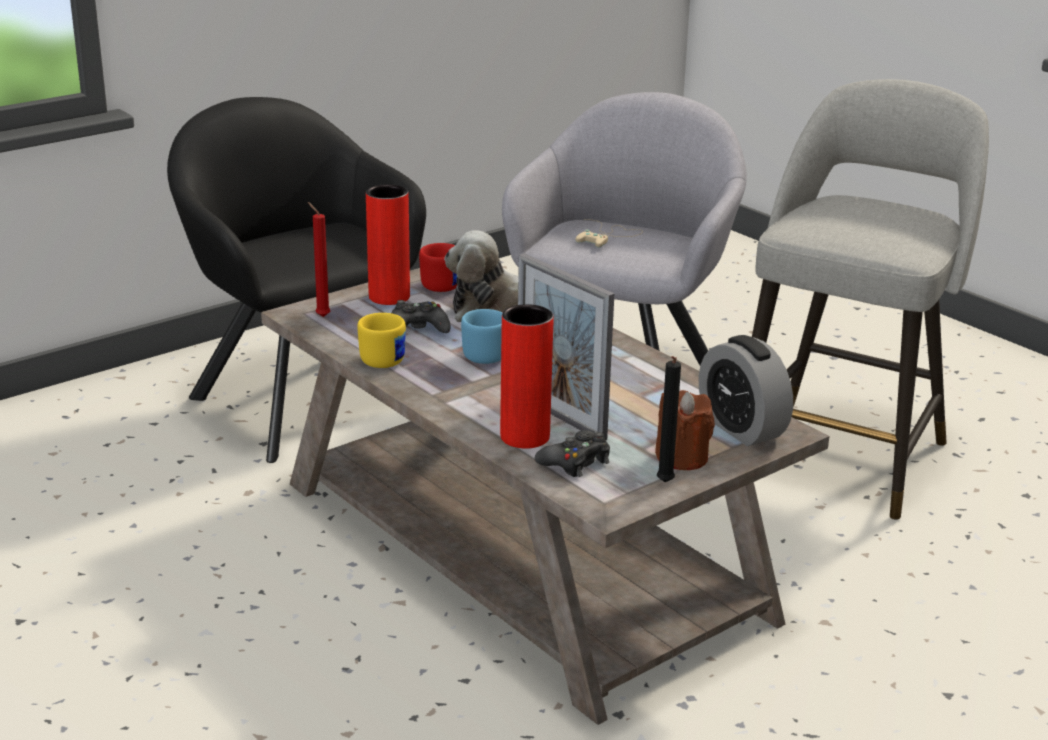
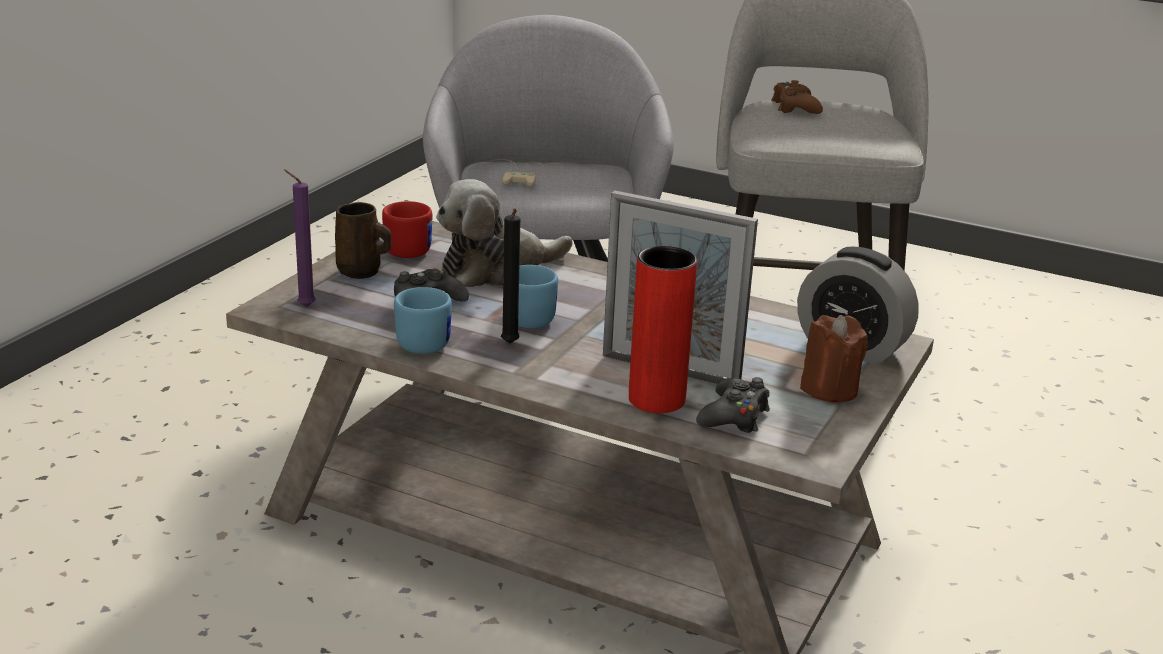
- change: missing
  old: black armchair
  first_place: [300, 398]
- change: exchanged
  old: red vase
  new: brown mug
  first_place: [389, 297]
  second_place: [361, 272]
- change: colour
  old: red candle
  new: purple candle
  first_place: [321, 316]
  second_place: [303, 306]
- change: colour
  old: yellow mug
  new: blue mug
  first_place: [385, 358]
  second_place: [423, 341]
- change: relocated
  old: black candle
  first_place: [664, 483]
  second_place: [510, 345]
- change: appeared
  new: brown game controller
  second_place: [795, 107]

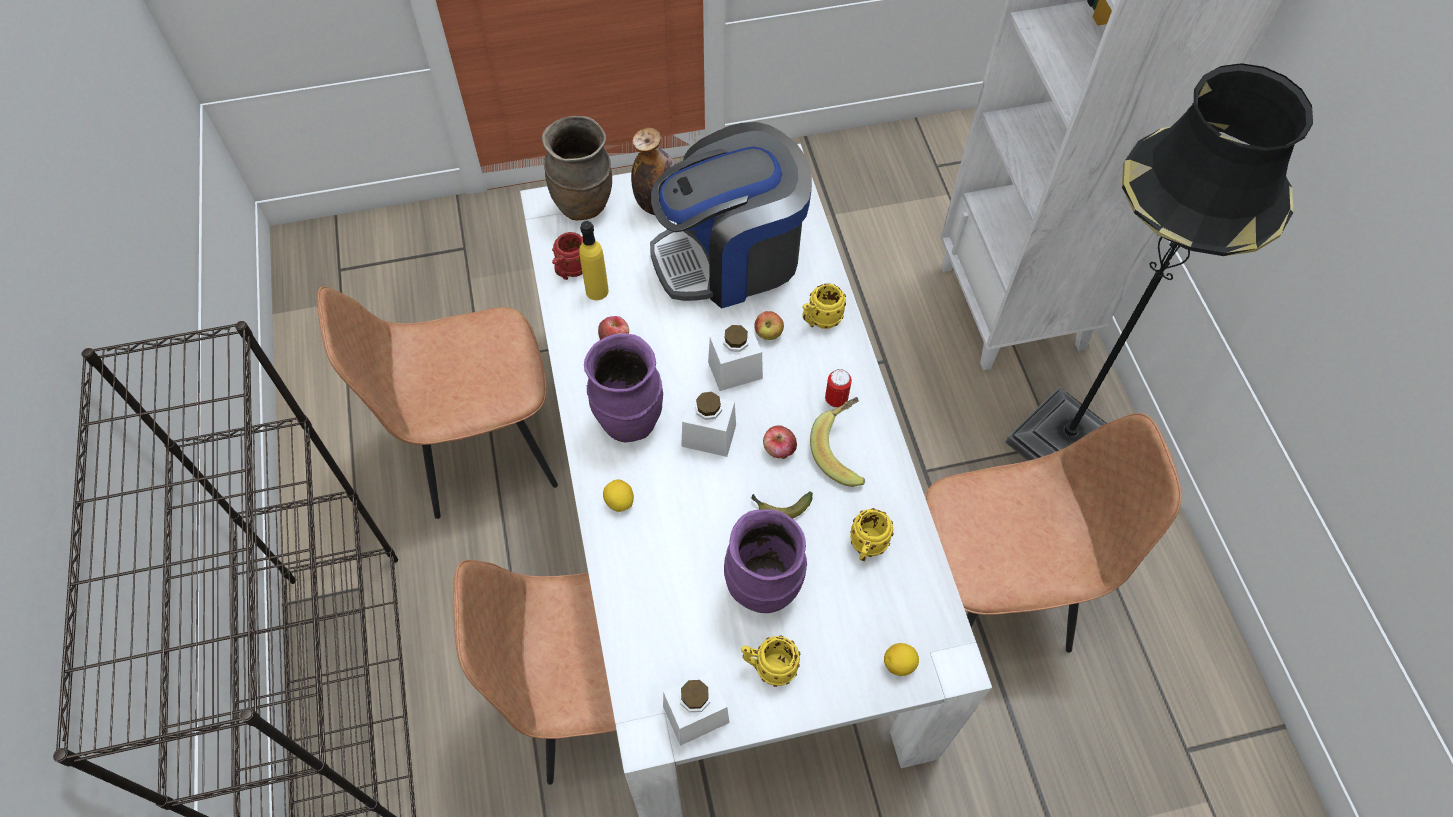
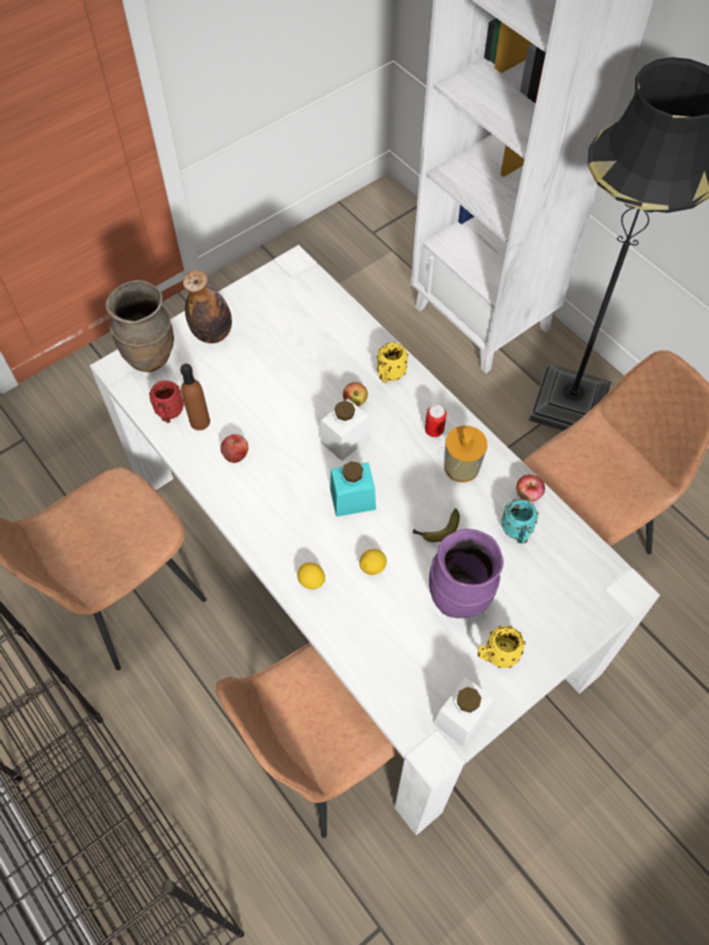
- change: missing
  old: coffee machine
  first_place: [731, 257]
- change: colour
  old: yellow bottle
  new: brown bottle
  first_place: [597, 291]
  second_place: [200, 421]
- change: missing
  old: purple vase
  first_place: [628, 421]
- change: colour
  old: white jar
  new: turquoise jar
  first_place: [708, 435]
  second_place: [352, 499]
- change: exchanged
  old: banana
  new: soap dispenser
  first_place: [844, 450]
  second_place: [461, 467]
- change: relocated
  old: apple
  first_place: [779, 449]
  second_place: [528, 494]
- change: colour
  old: yellow mug
  new: turquoise mug
  first_place: [866, 548]
  second_place: [517, 533]
- change: relocated
  old: lemon
  first_place: [899, 664]
  second_place: [373, 567]

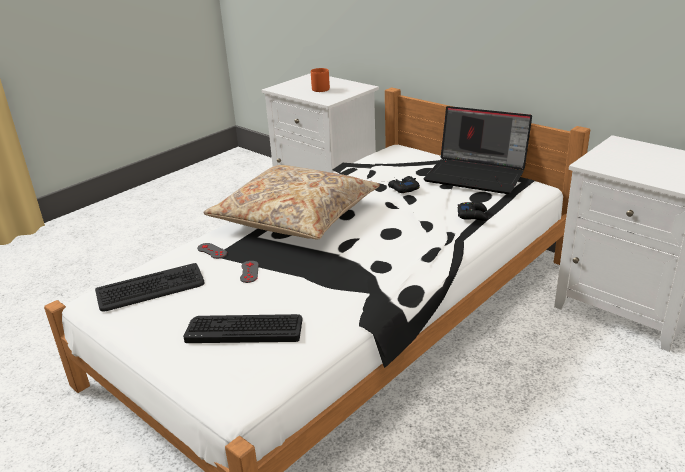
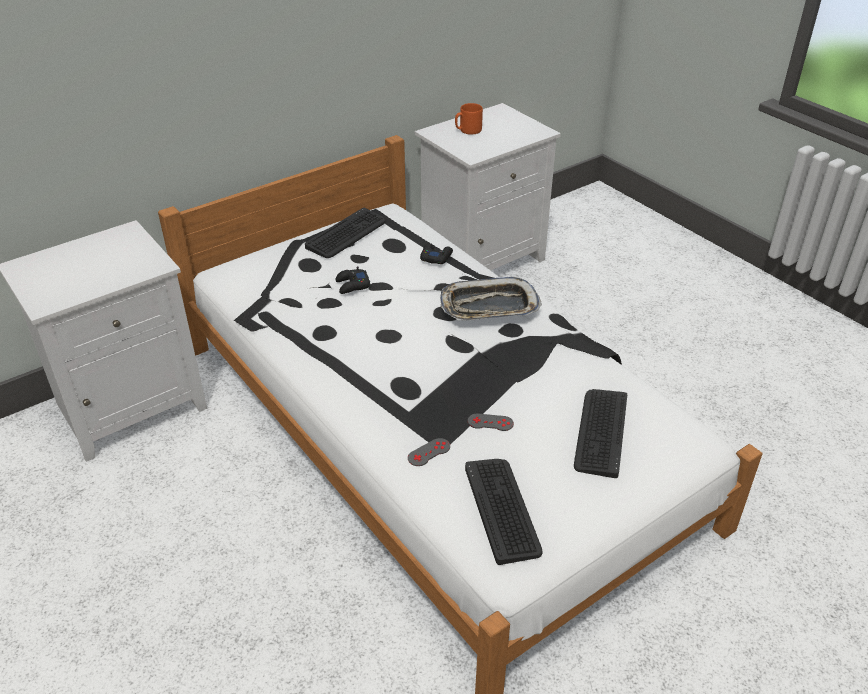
- change: relocated
  old: orange mug
  first_place: [319, 89]
  second_place: [468, 130]
- change: exchanged
  old: laptop
  new: keyboard
  first_place: [477, 174]
  second_place: [347, 234]
- change: missing
  old: beige pillow
  first_place: [296, 216]
- change: appeared
  new: tray
  second_place: [489, 307]

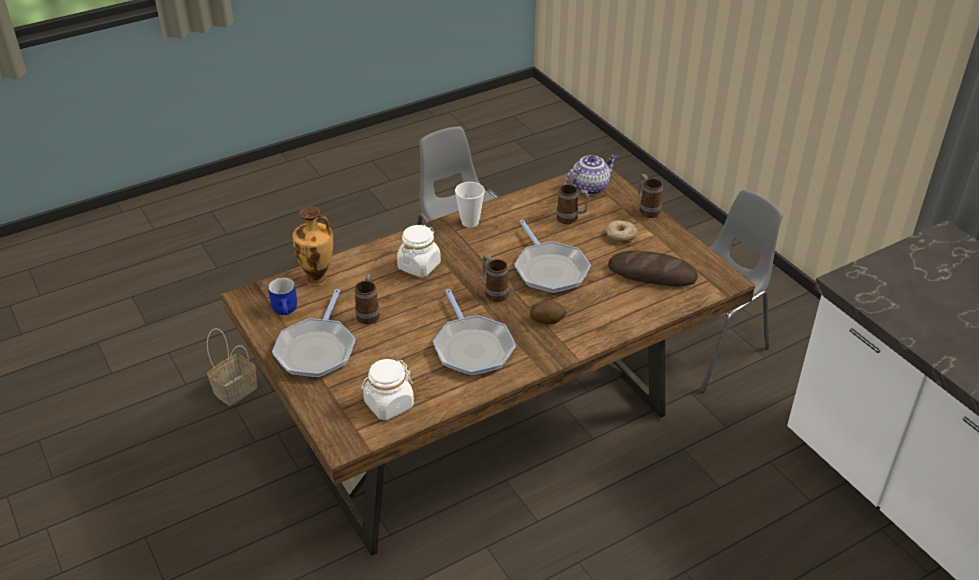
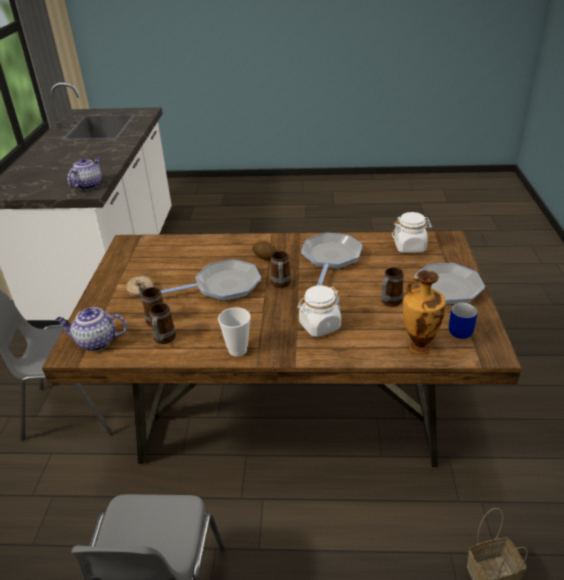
- change: relocated
  old: mug
  first_place: [647, 209]
  second_place: [163, 340]
- change: spun
  old: frying pan
  first_place: [549, 270]
  second_place: [223, 286]
  degrees: 60
- change: missing
  old: bread
  first_place: [652, 274]
- change: appeared
  new: teapot
  second_place: [88, 185]

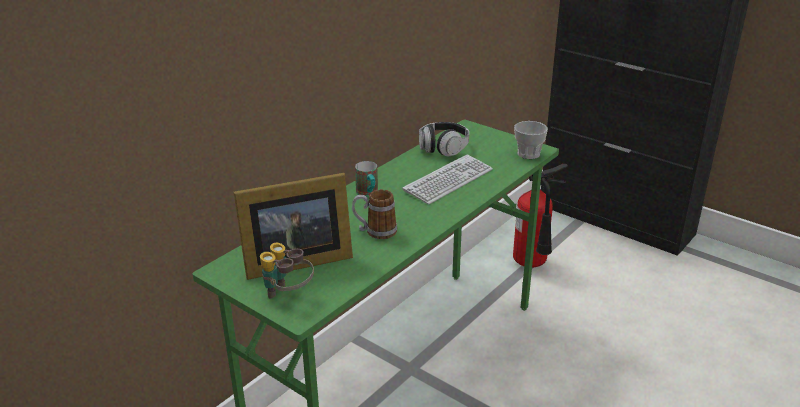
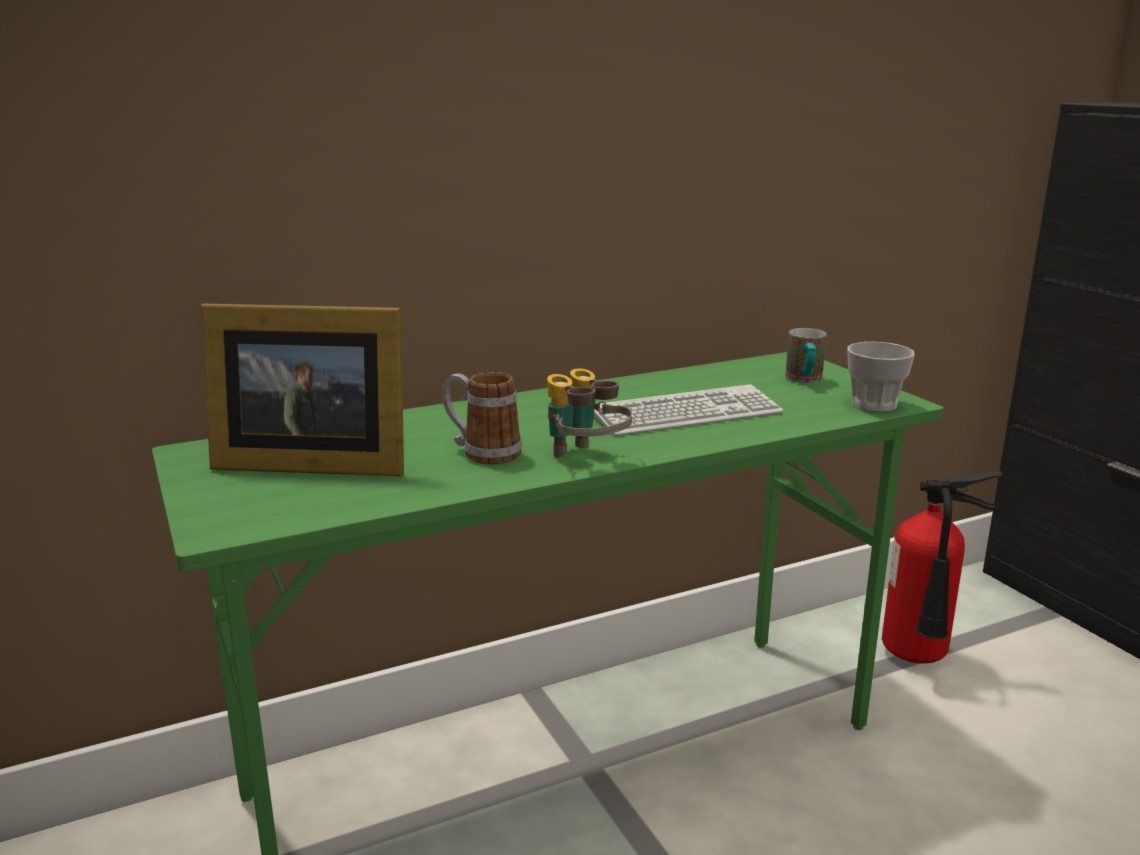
- change: missing
  old: headphones
  first_place: [443, 148]
- change: relocated
  old: mug
  first_place: [368, 194]
  second_place: [804, 381]
- change: relocated
  old: binoculars
  first_place: [288, 294]
  second_place: [585, 458]

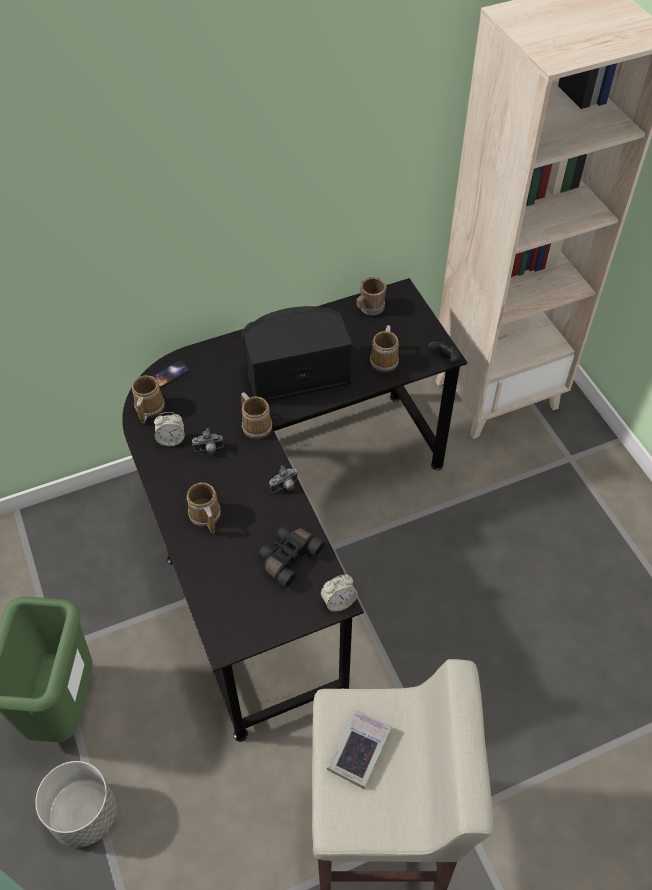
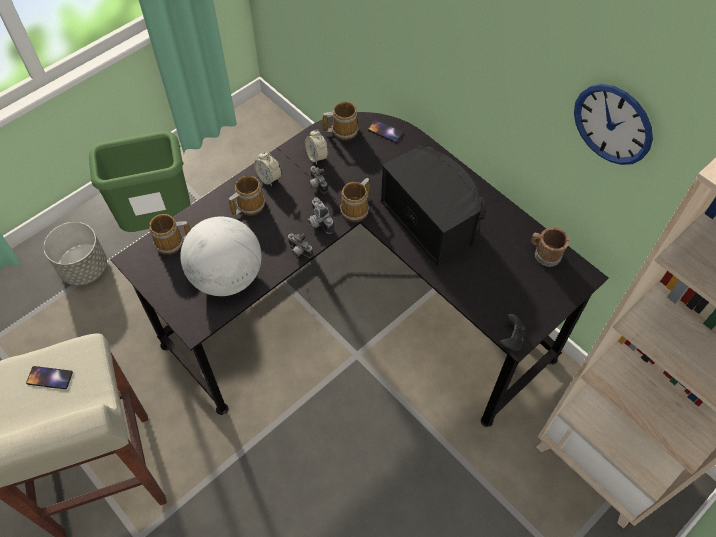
- change: relocated
  old: mug
  first_place: [385, 360]
  second_place: [171, 243]
- change: exchanged
  old: black binoculars
  new: globe
  first_place: [288, 557]
  second_place: [227, 276]
- change: relocated
  old: alarm clock
  first_place: [338, 601]
  second_place: [269, 178]
- change: exchanged
  old: book
  new: phone
  first_place: [359, 750]
  second_place: [49, 378]
- change: appeared
  new: wall clock
  second_place: [613, 124]
- change: appeared
  new: photo camera
  second_place: [318, 222]

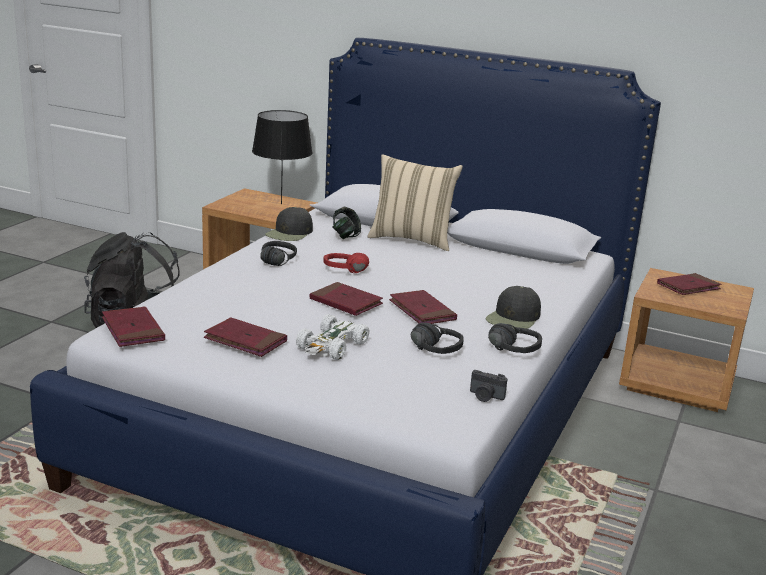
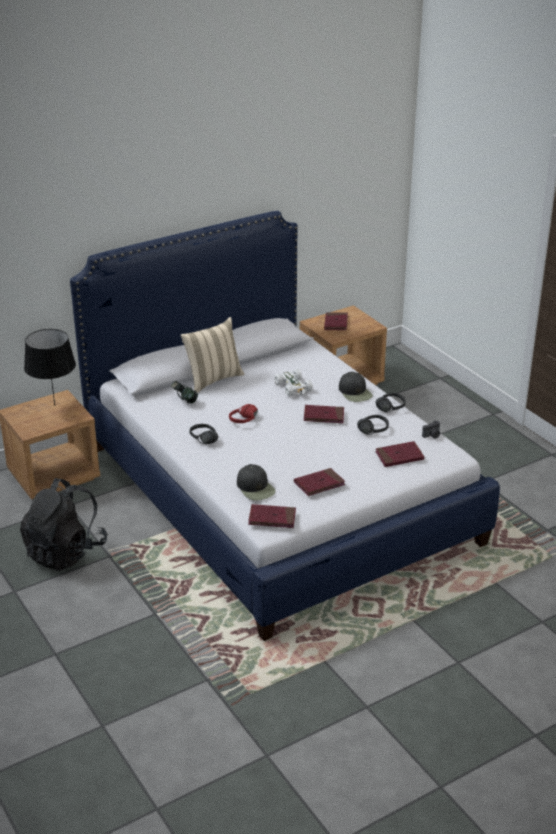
- change: relocated
  old: black cap
  first_place: [290, 233]
  second_place: [256, 488]
- change: relocated
  old: red book
  first_place: [346, 302]
  second_place: [399, 456]
- change: relocated
  old: white toy car
  first_place: [332, 346]
  second_place: [293, 387]

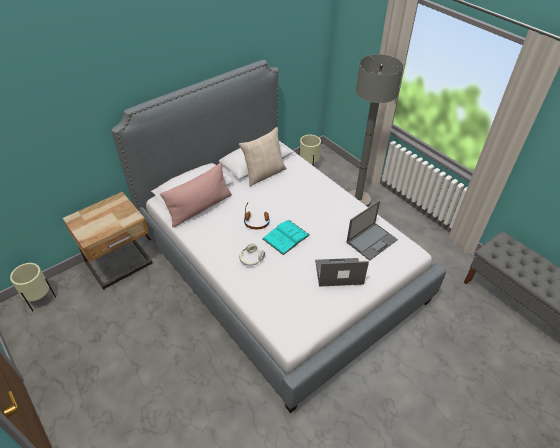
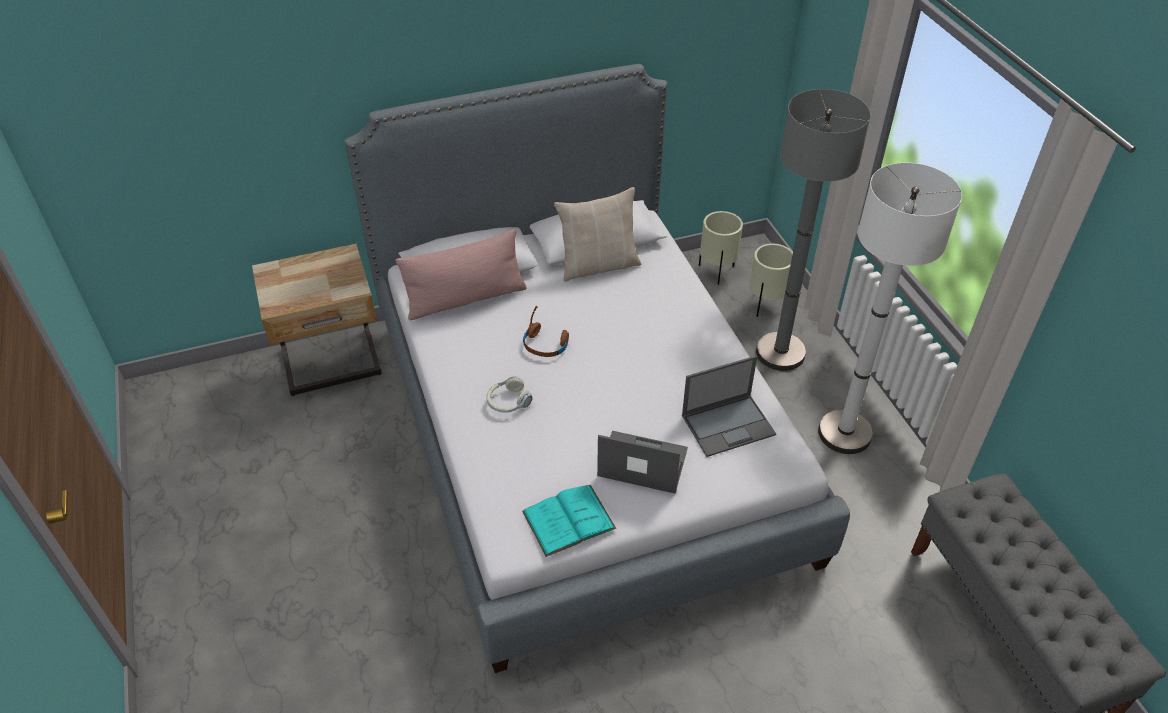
- change: relocated
  old: turquoise book
  first_place: [286, 237]
  second_place: [568, 520]
- change: relocated
  old: beige planter
  first_place: [41, 300]
  second_place: [766, 306]
- change: appeared
  new: white floor lamp
  second_place: [844, 433]

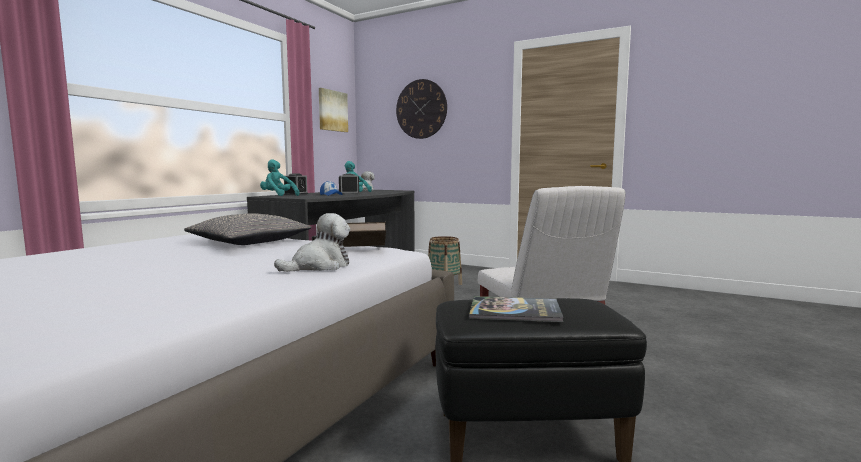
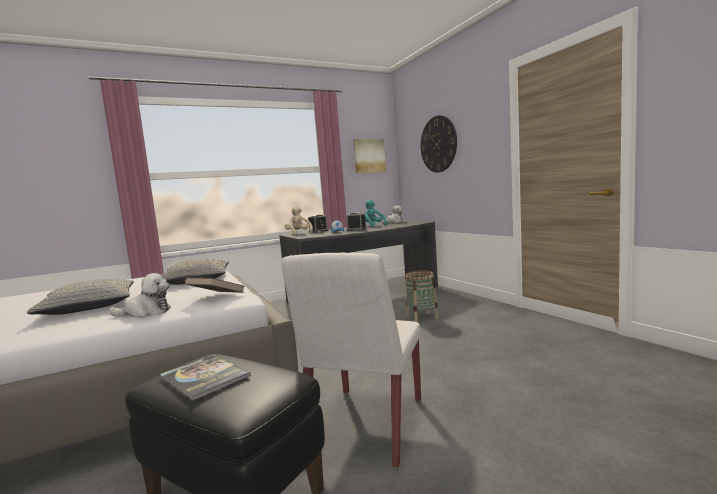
- change: colour
  old: turquoise plush toy
  new: beige plush toy
  first_place: [278, 196]
  second_place: [299, 234]
- change: appeared
  new: grey pillow
  second_place: [89, 307]

